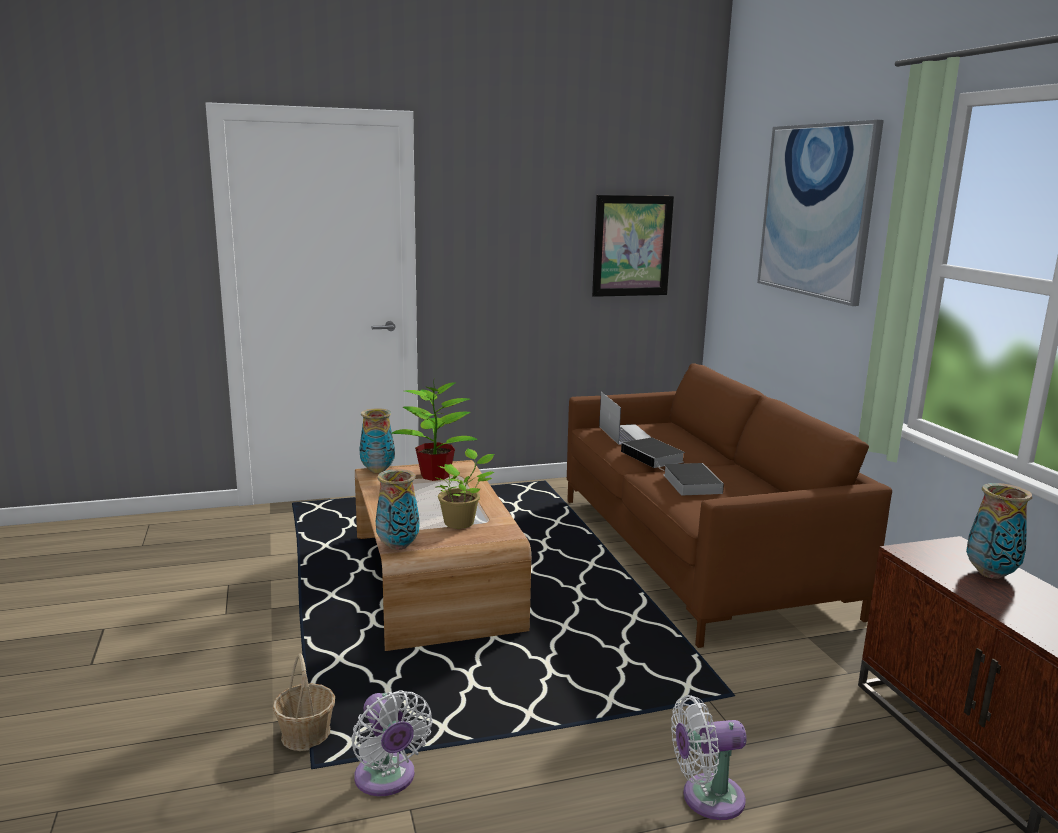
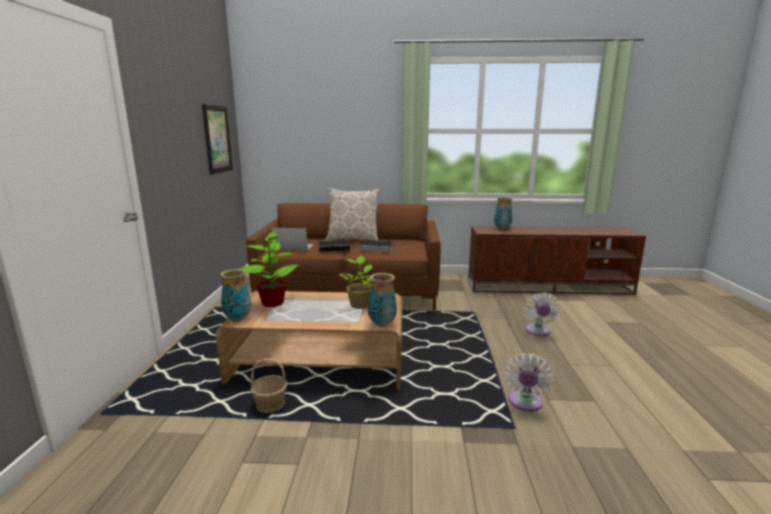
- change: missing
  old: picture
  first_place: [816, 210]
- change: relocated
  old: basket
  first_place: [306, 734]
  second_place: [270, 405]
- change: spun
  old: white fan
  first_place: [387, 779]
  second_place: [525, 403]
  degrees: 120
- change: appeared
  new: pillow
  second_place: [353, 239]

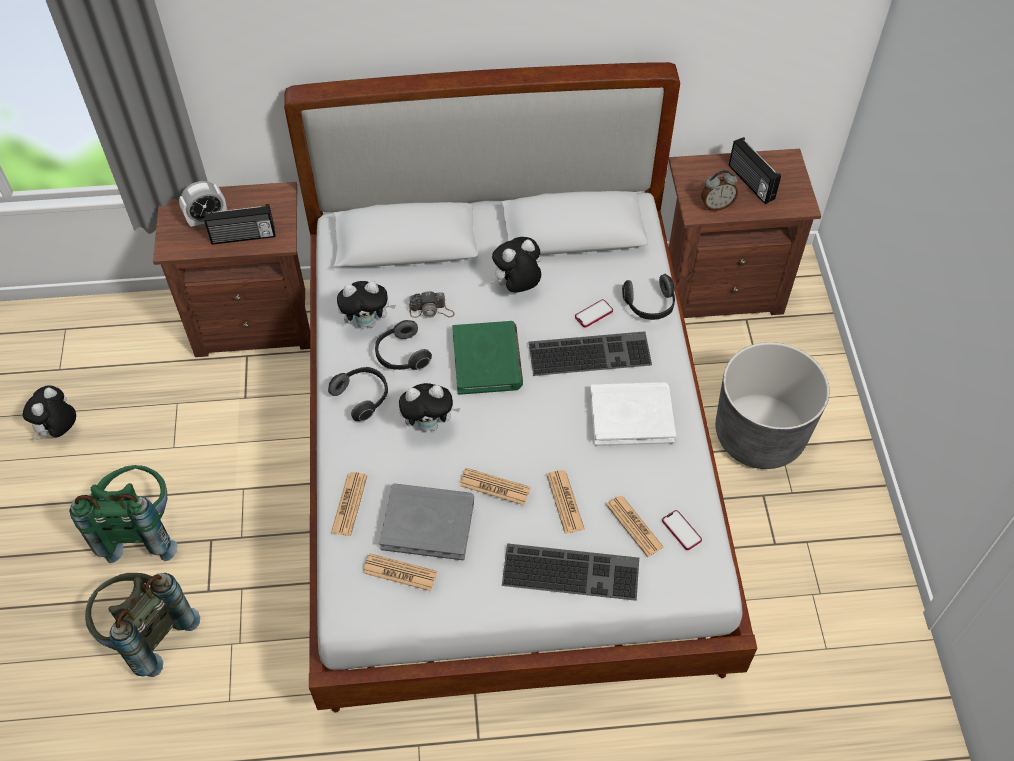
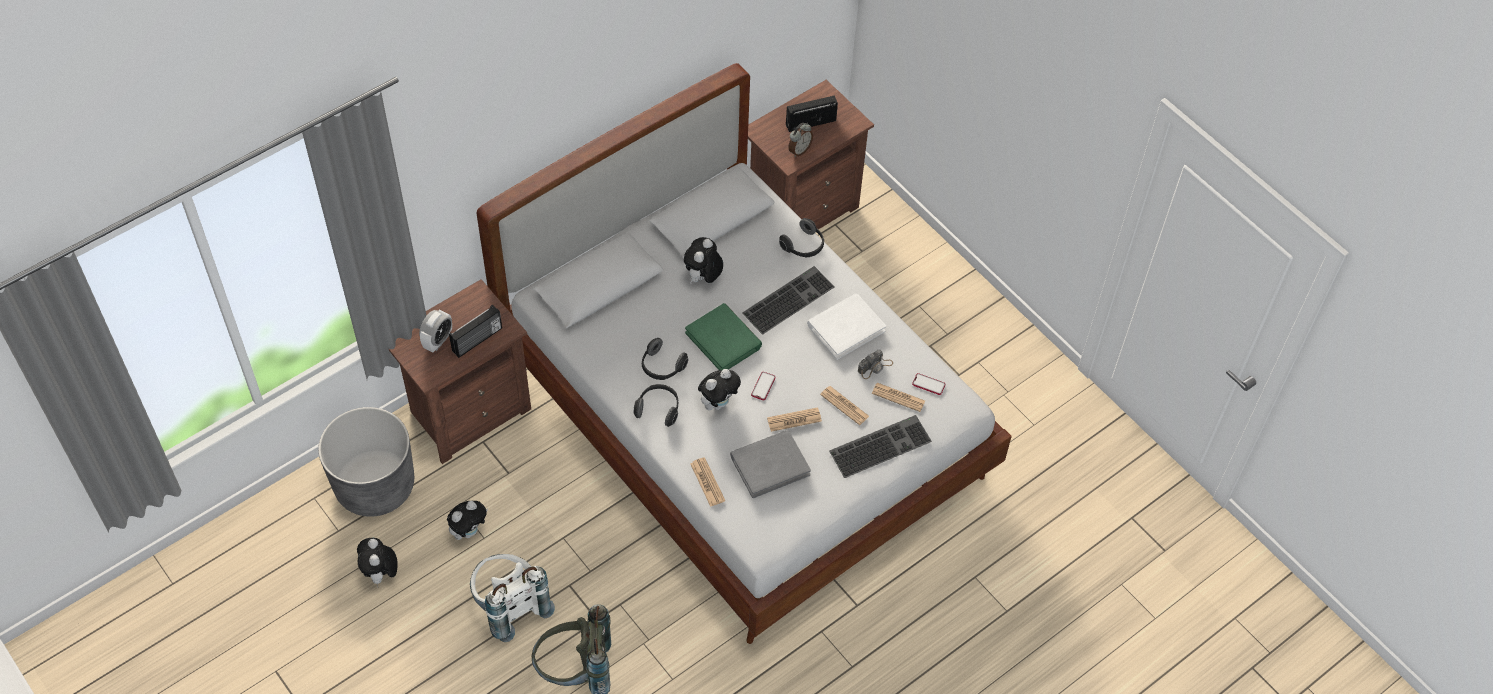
- change: spun
  old: radio
  first_place: [750, 183]
  second_place: [810, 122]
  degrees: 135
- change: relocated
  old: plush toy
  first_place: [368, 322]
  second_place: [469, 531]
- change: relocated
  old: photo camera
  first_place: [431, 310]
  second_place: [875, 367]
- change: relocated
  old: phone
  first_place: [593, 314]
  second_place: [763, 386]
- change: relocated
  old: grey planter
  first_place: [759, 434]
  second_place: [375, 485]
- change: colour
  old: green backpack
  new: white backpack
  first_place: [140, 529]
  second_place: [509, 607]
- change: missing
  old: newspaper
  first_place: [400, 572]

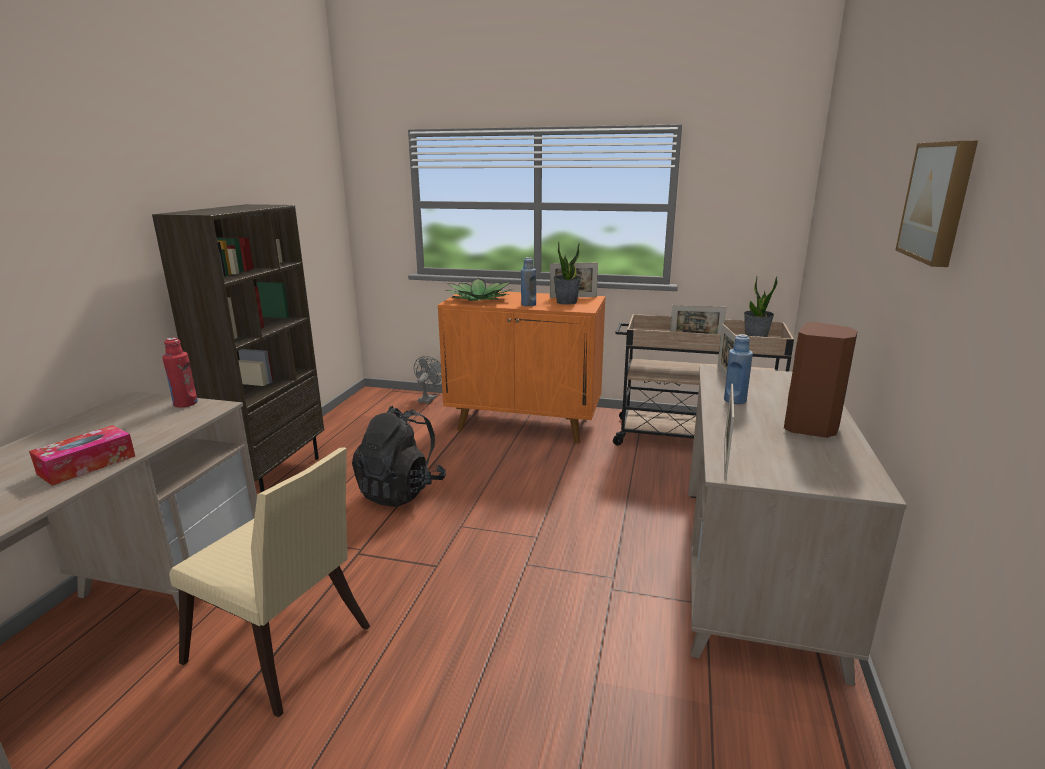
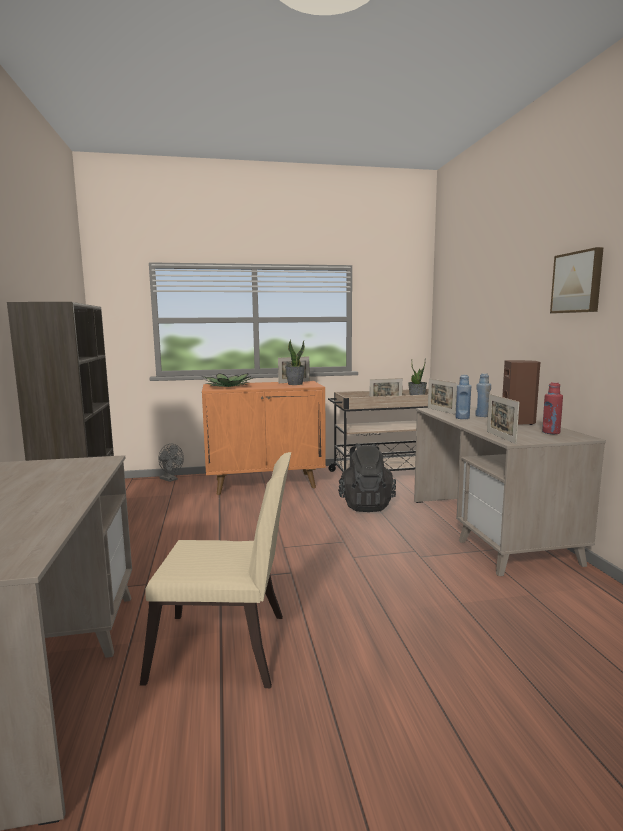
- change: relocated
  old: blue bottle
  first_place: [528, 304]
  second_place: [482, 416]
- change: relocated
  old: red bottle
  first_place: [185, 403]
  second_place: [551, 432]
- change: spun
  old: grey fan
  first_place: [428, 398]
  second_place: [170, 479]
  degrees: 135
- change: relocated
  old: black backpack
  first_place: [401, 491]
  second_place: [365, 505]
- change: missing
  old: tissue box
  first_place: [87, 465]

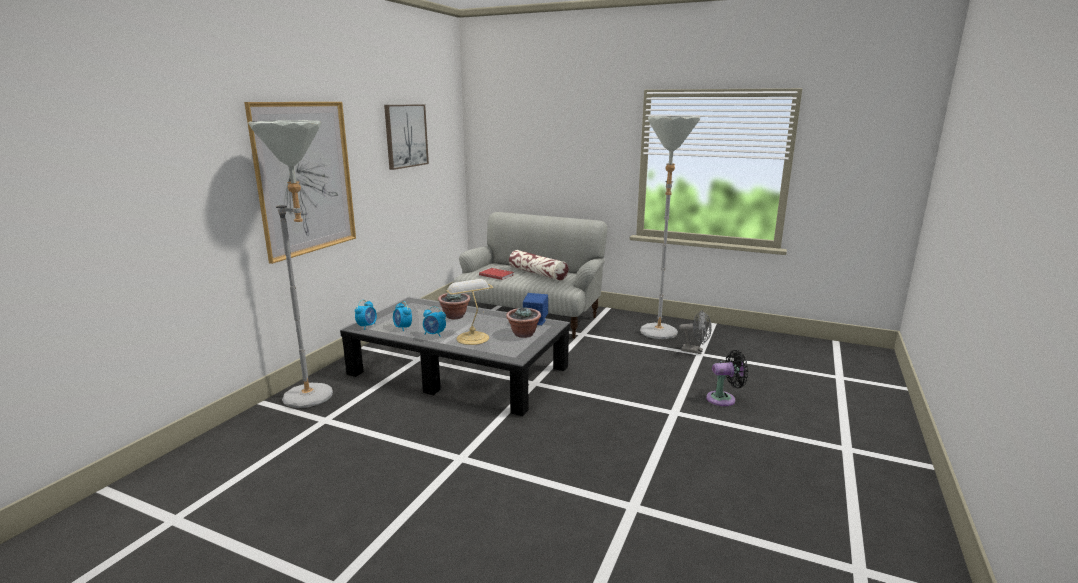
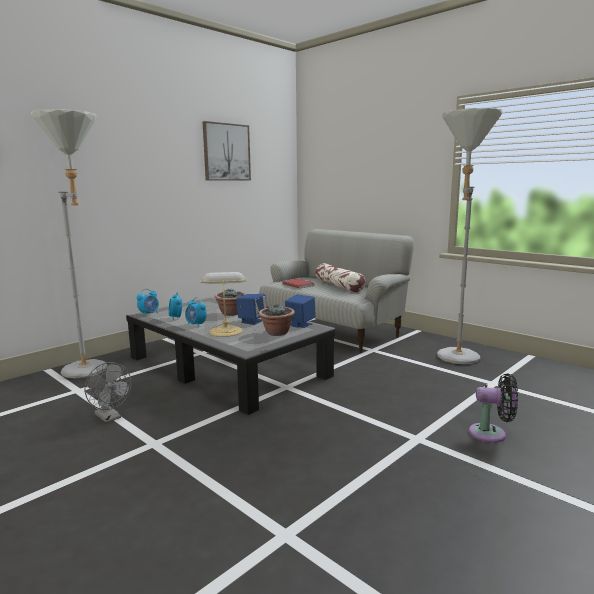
- change: missing
  old: picture
  first_place: [305, 178]
- change: relocated
  old: grey fan
  first_place: [695, 351]
  second_place: [110, 418]
- change: appeared
  new: blue speaker
  second_place: [252, 321]

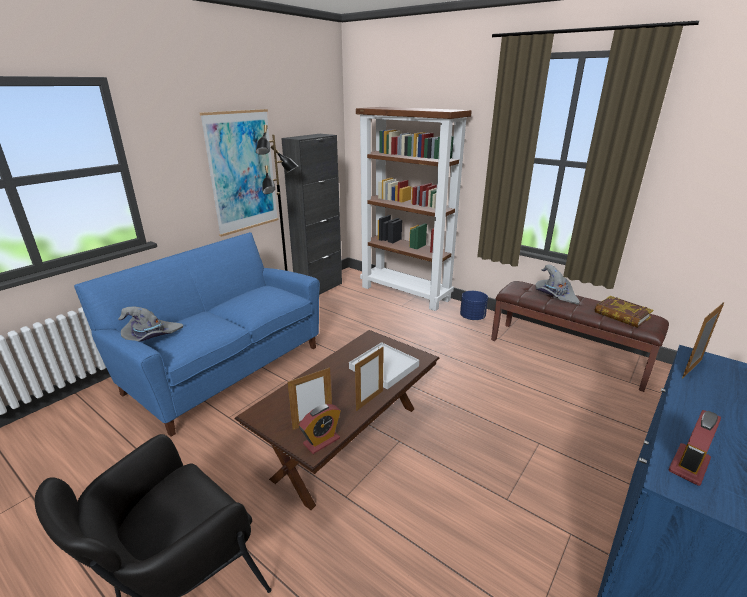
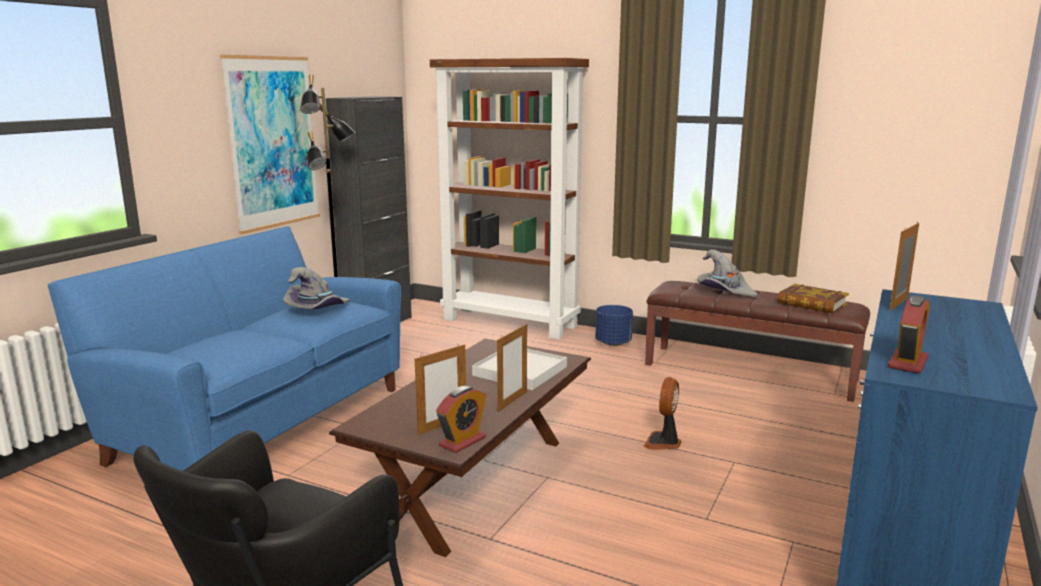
- change: relocated
  old: grey hat
  first_place: [151, 336]
  second_place: [317, 309]
- change: appeared
  new: fan
  second_place: [663, 443]

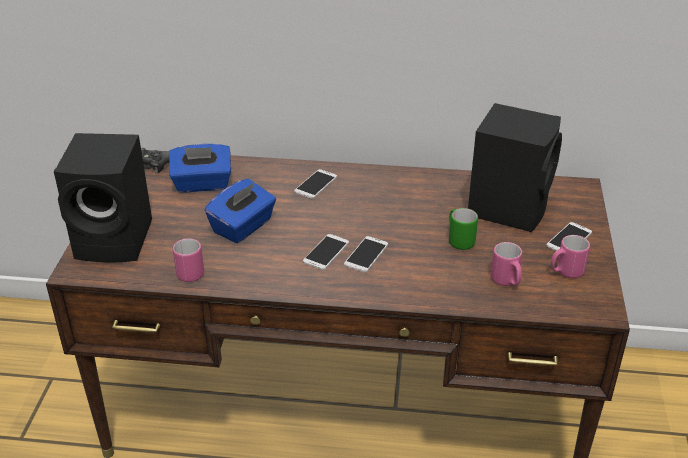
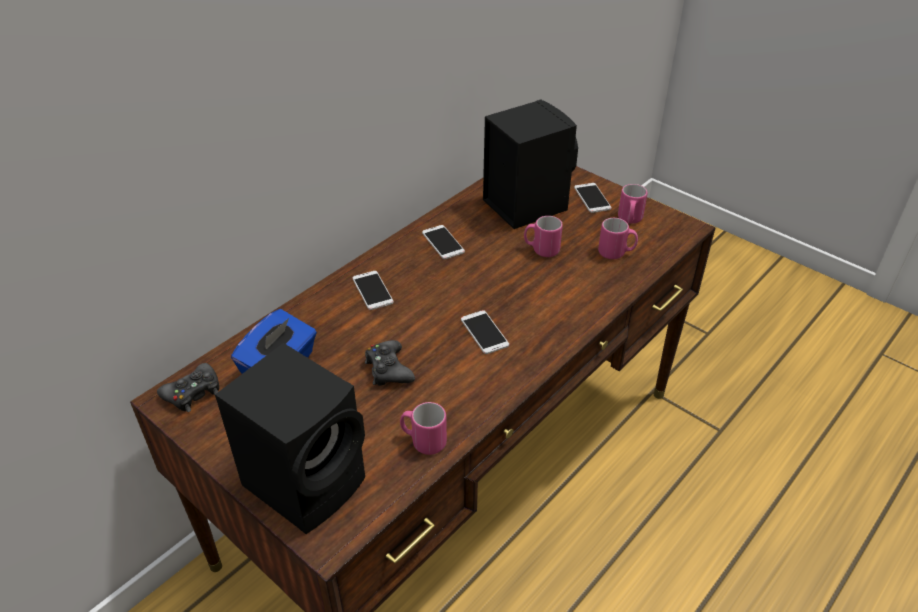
- change: exchanged
  old: blue tissue box
  new: black game controller
  first_place: [243, 227]
  second_place: [388, 369]
- change: colour
  old: green mug
  new: pink mug
  first_place: [459, 240]
  second_place: [541, 250]
- change: relocated
  old: phone
  first_place: [366, 254]
  second_place: [443, 242]

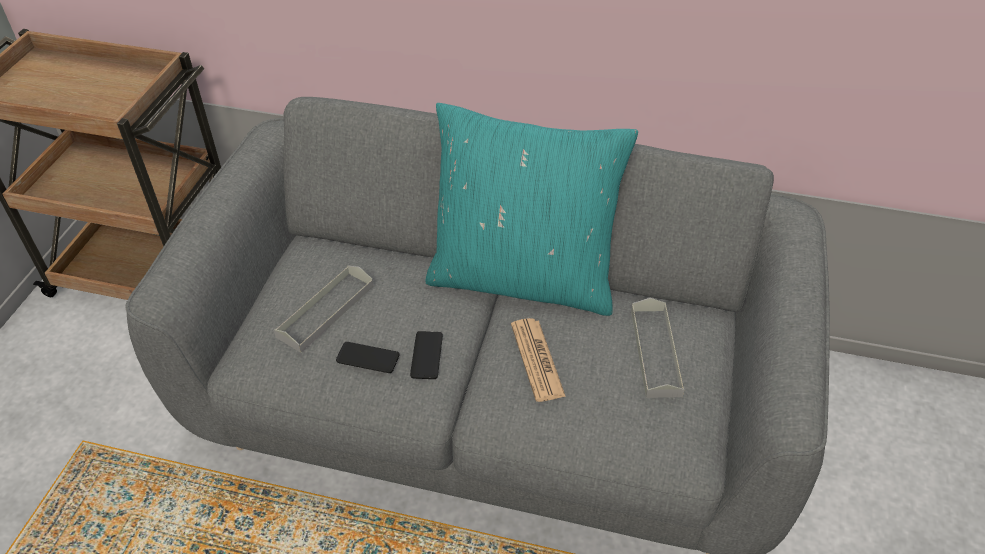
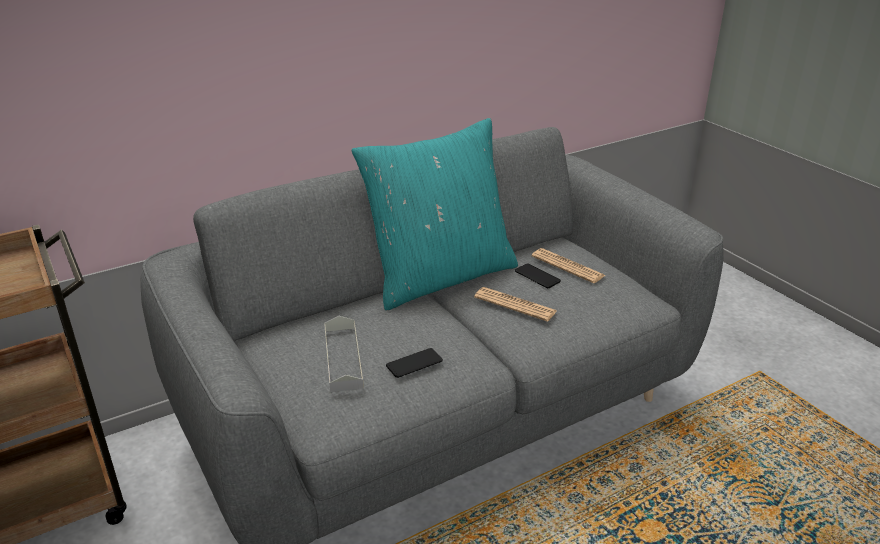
- change: exchanged
  old: grey tray
  new: newspaper
  first_place: [655, 352]
  second_place: [567, 266]
- change: relocated
  old: phone
  first_place: [426, 355]
  second_place: [537, 276]

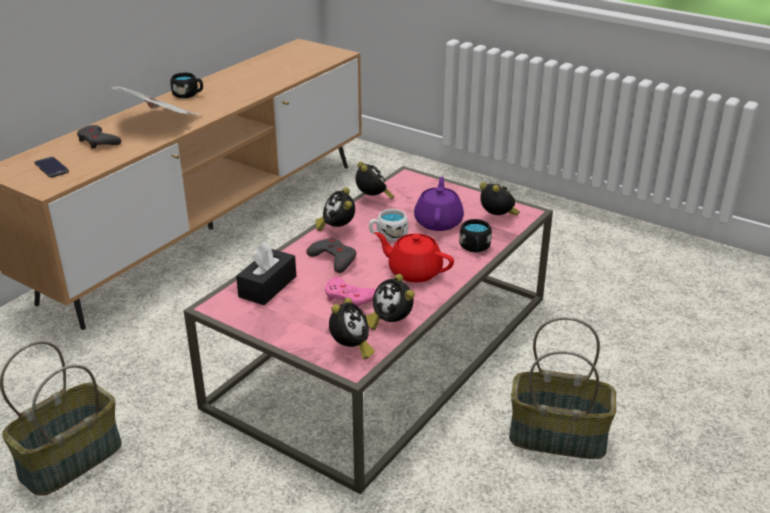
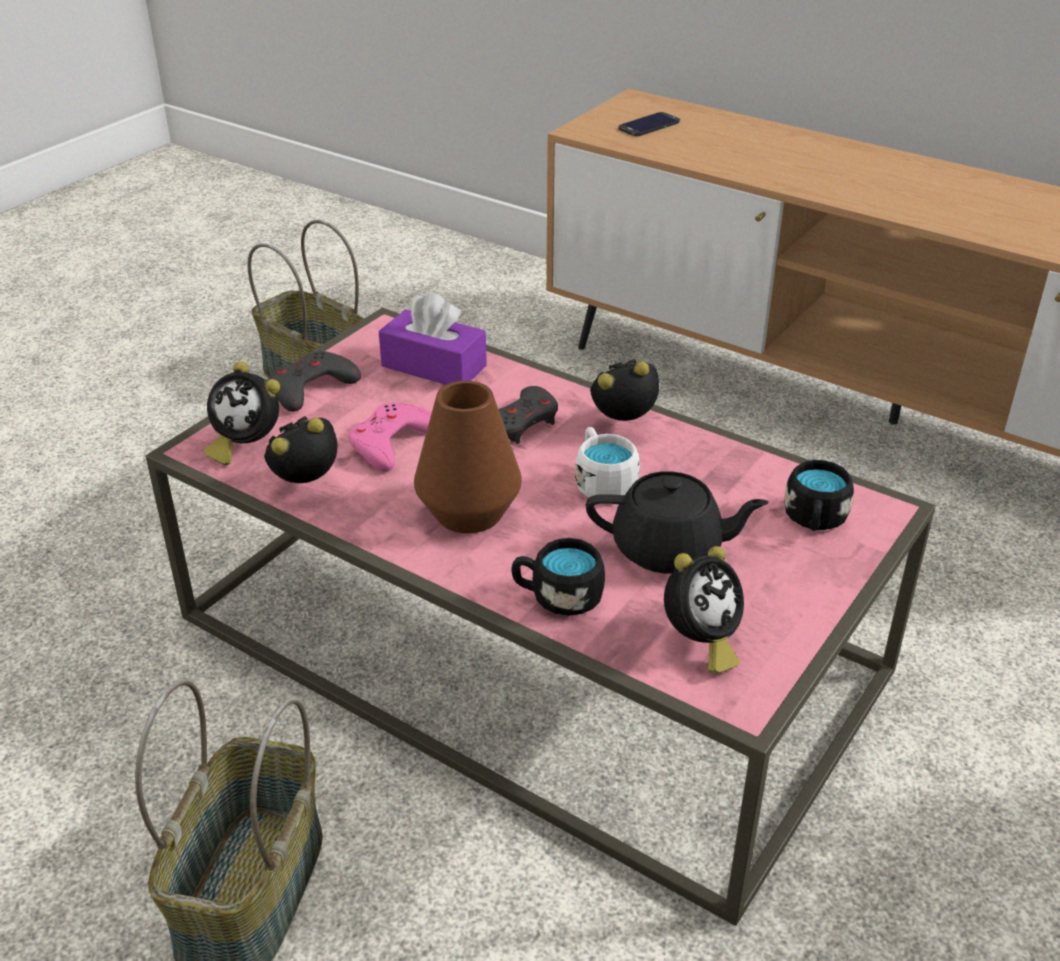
- change: relocated
  old: black mug
  first_place: [188, 95]
  second_place: [814, 520]
- change: missing
  old: newspaper
  first_place: [159, 122]
- change: relocated
  old: grey game controller
  first_place: [98, 141]
  second_place: [311, 388]
- change: missing
  old: alarm clock
  first_place: [373, 199]
- change: colour
  old: purple teapot
  new: black teapot
  first_place: [438, 222]
  second_place: [669, 549]
- change: exchanged
  old: red teapot
  new: brown vase
  first_place: [414, 272]
  second_place: [468, 512]
- change: colour
  old: black tissue box
  new: purple tissue box
  first_place: [267, 286]
  second_place: [434, 366]

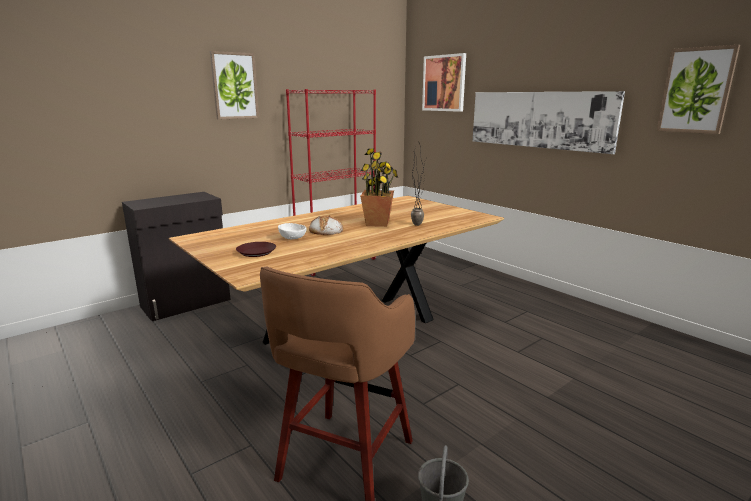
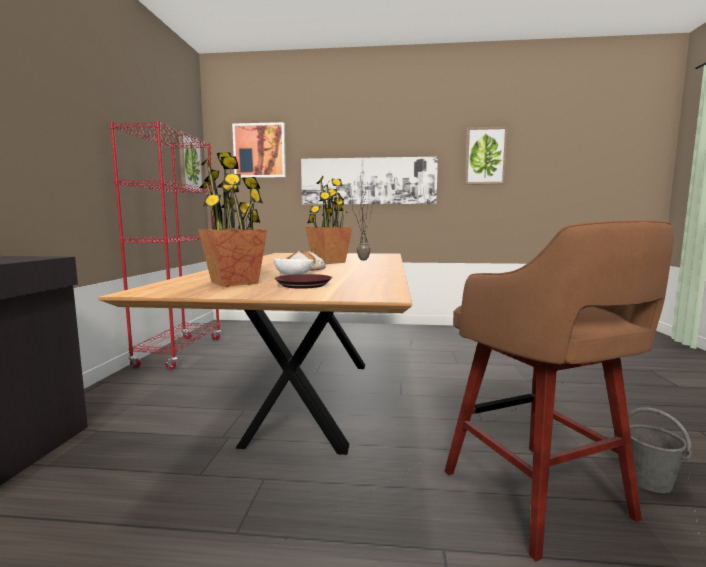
- change: relocated
  old: picture
  first_place: [234, 86]
  second_place: [190, 164]
- change: appeared
  new: potted plant
  second_place: [235, 282]

